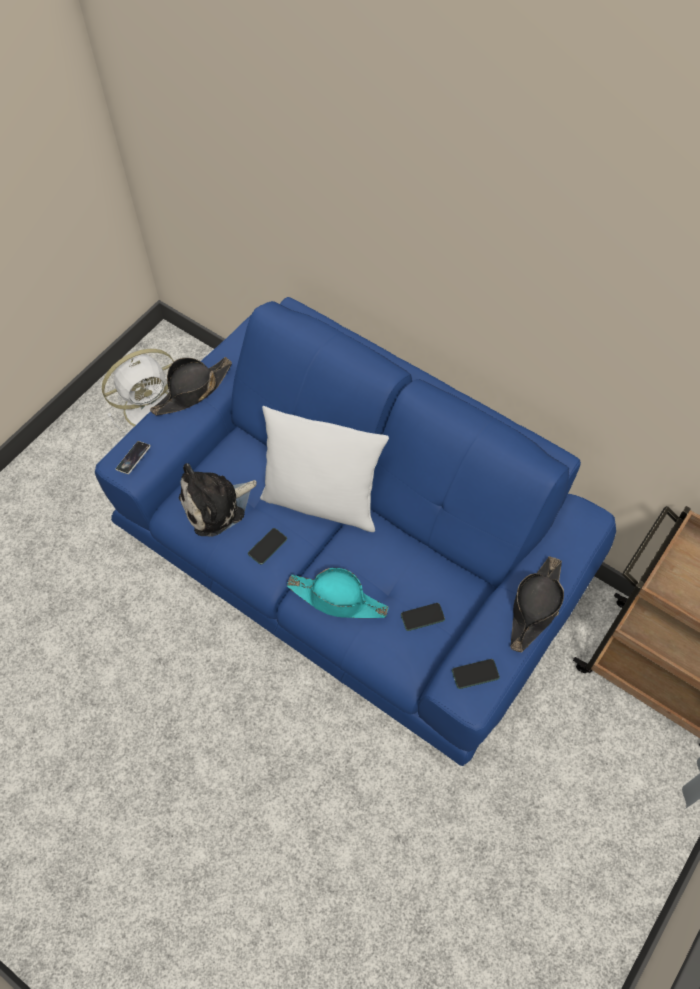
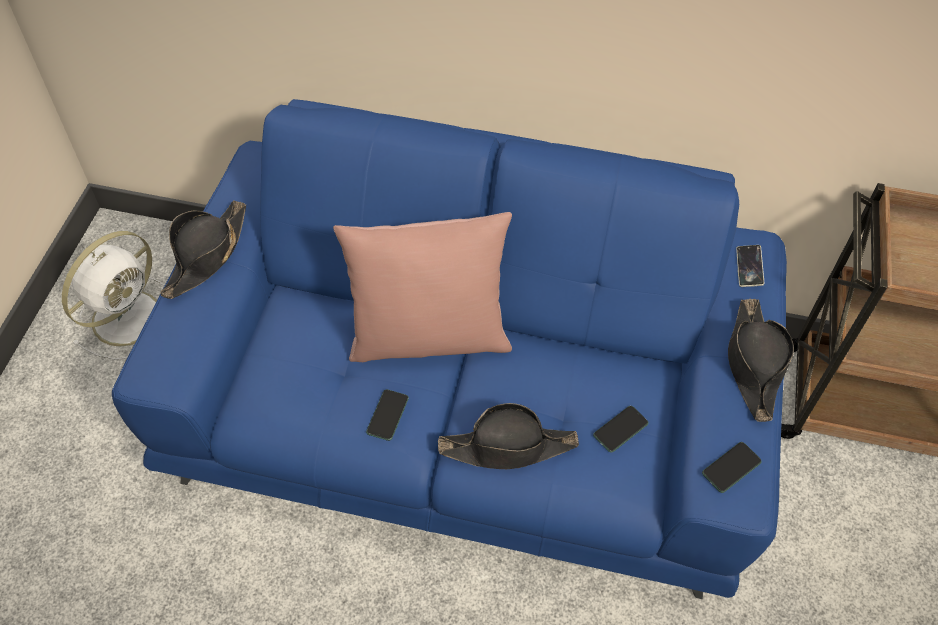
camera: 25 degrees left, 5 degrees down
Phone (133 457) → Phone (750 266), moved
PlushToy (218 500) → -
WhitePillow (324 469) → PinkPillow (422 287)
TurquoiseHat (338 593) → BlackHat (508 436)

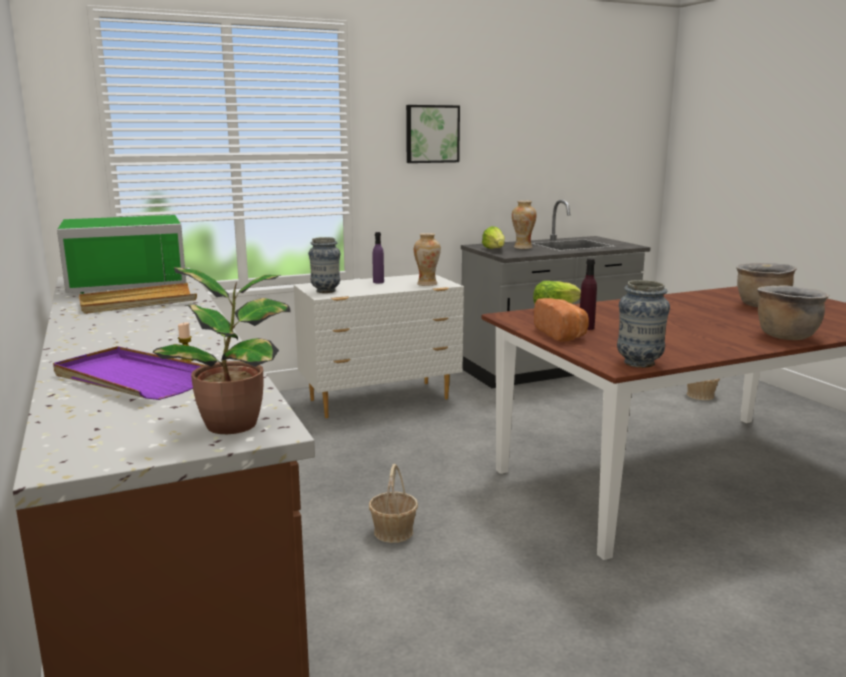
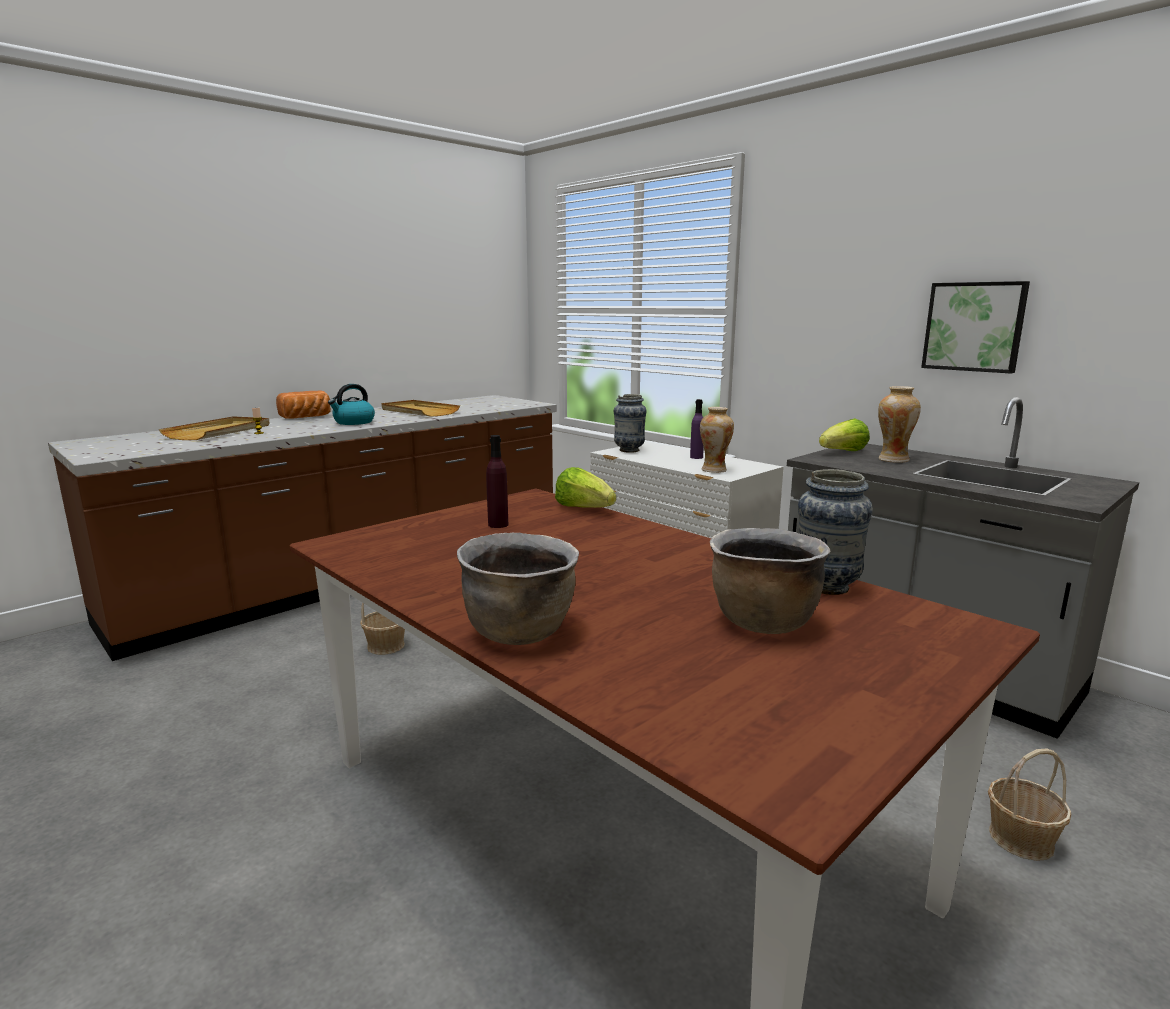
camera: 70 degrees right, 0 degrees up
PurpleTray (128 373) → BeigeTray (214 428)
GreenMicrowave (121 254) → -
PottedPlant (221 350) → -
Picture (433 134) → Picture (975 327), moved
Bread (561 320) → Bread (303 404), moved
Vase (643 324) → Vase (835 532), moved
- → Kettle (351 404)

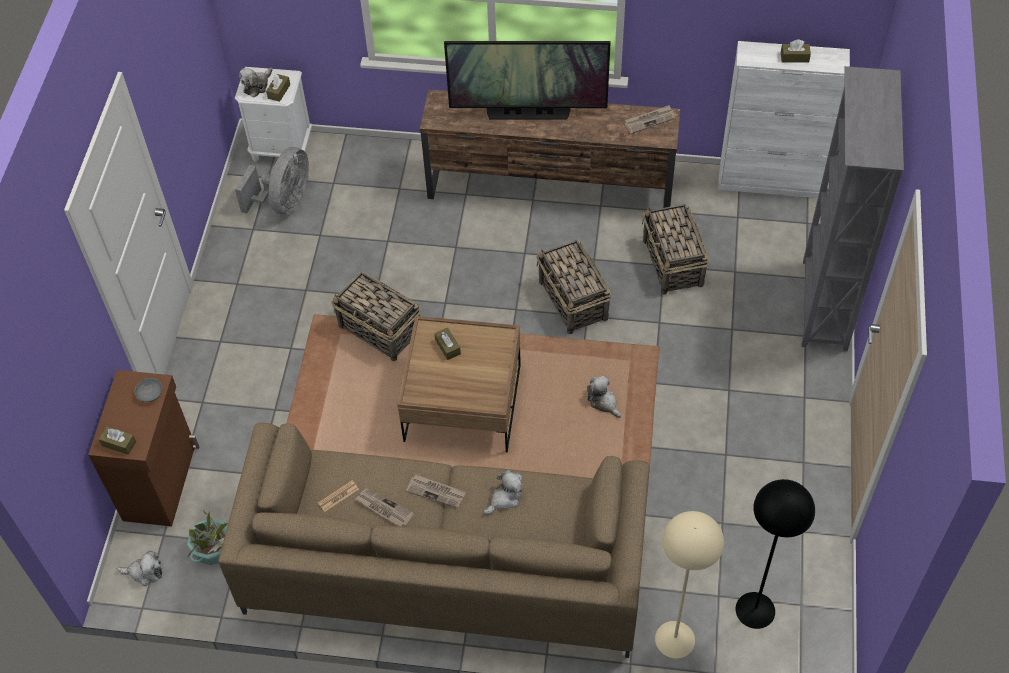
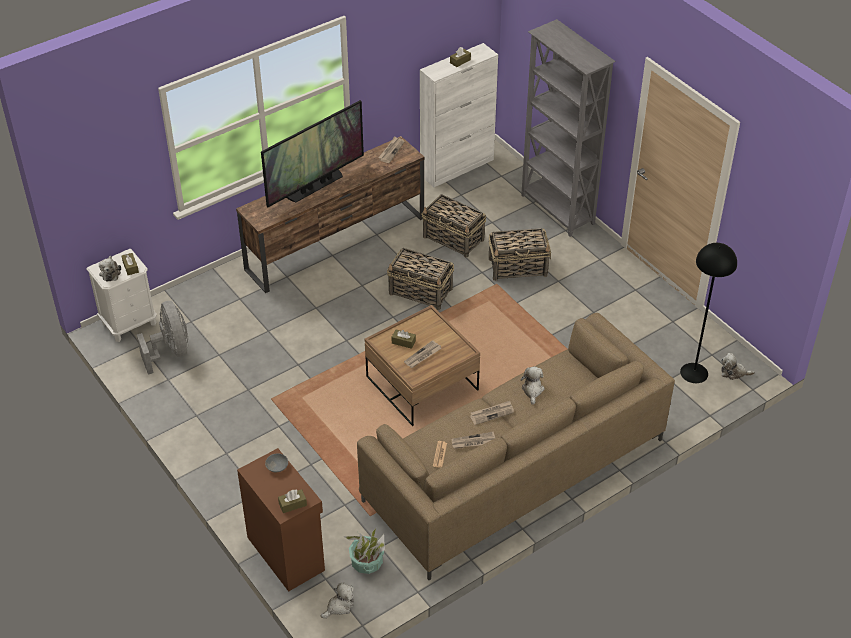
camera: 45 degrees left, 10 degrees down
Basket (375 316) → Basket (520 254), moved
PlushToy (604 397) → PlushToy (738 366), moved
BeigeFloorLamp (689 585) → -
- → Newspaper (423 354)

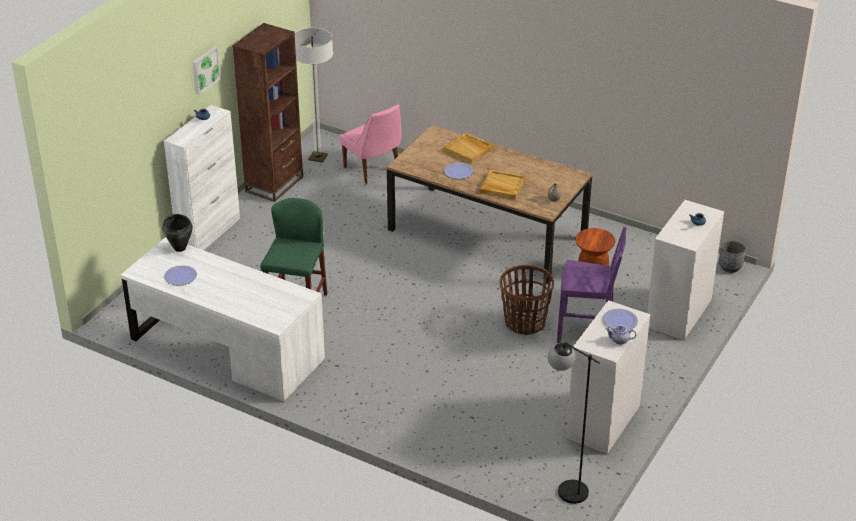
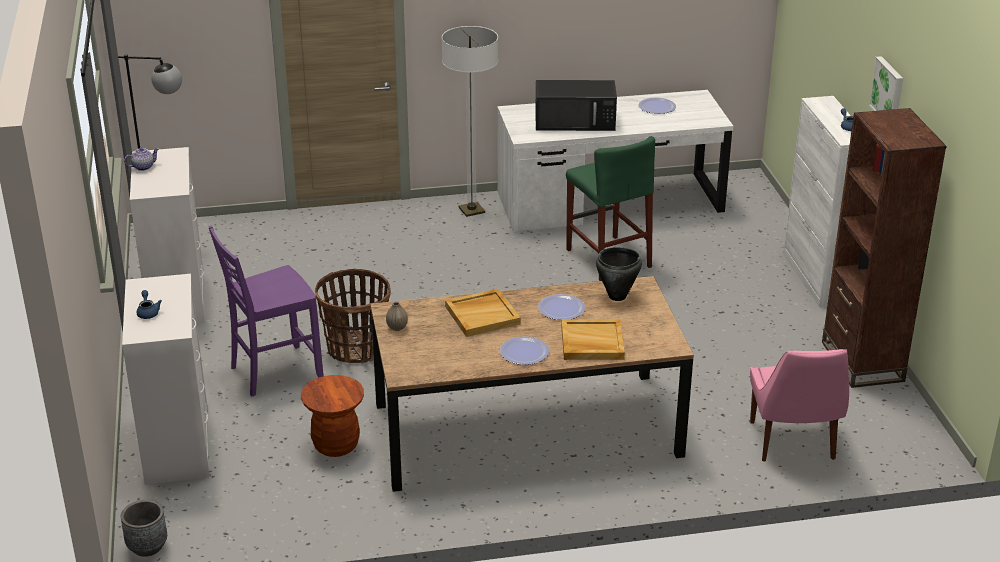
camera: 140 degrees right, 5 degrees down
BlackCookingPot (177 233) → BlackCookingPot (619 274), moved
FloorLamp (314 95) → FloorLamp (470 121), moved
PinkChair (370 144) → PinkChair (799 405), 105 degrees counterclockwise
Plate (620 319) → Plate (524 350), moved
- → BlackMicrowave (576 105)

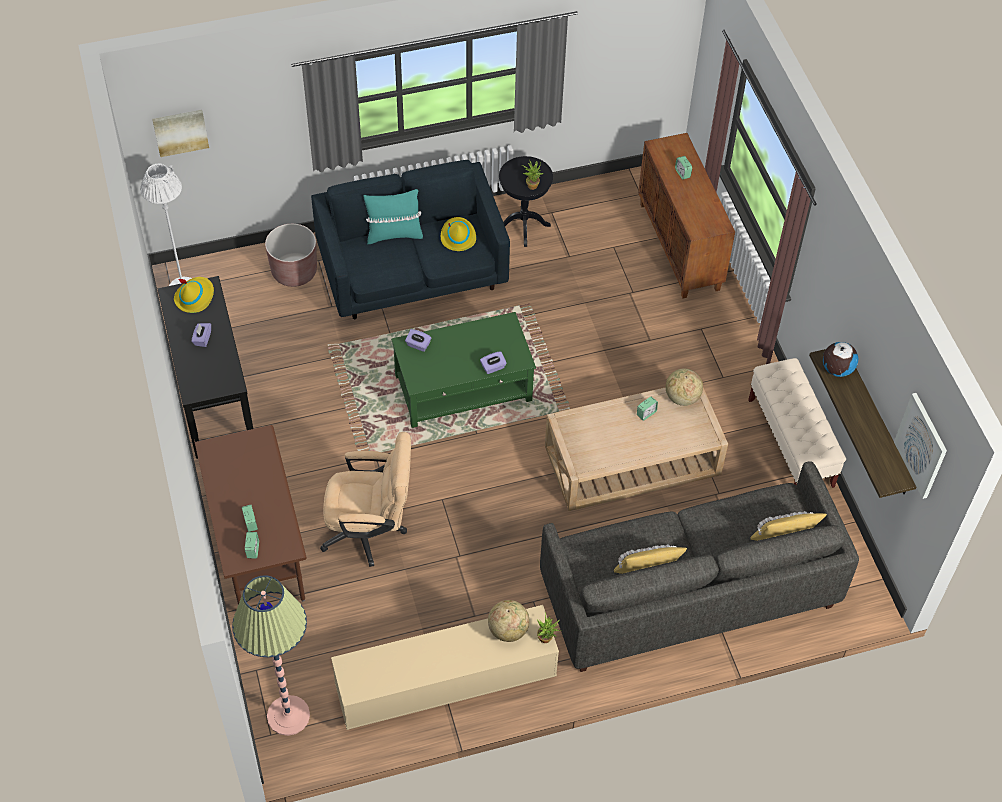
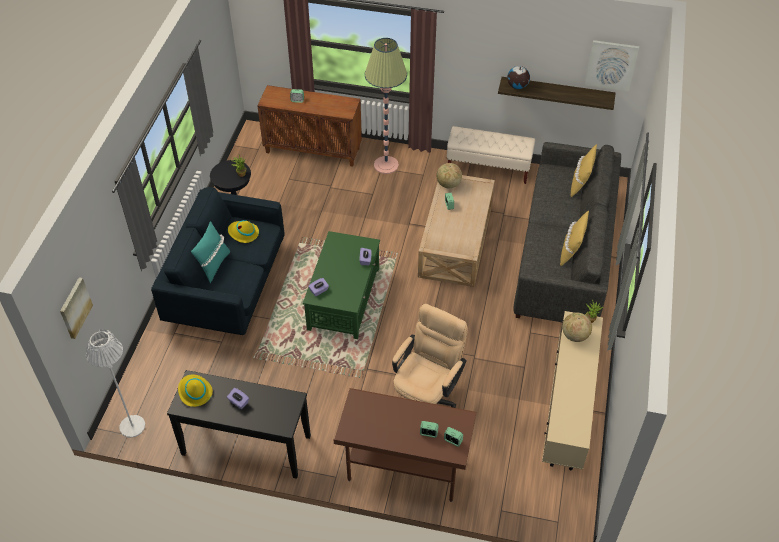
camera: 60 degrees left, 5 degrees down
FloorLamp (271 655) → FloorLamp (386 106), moved
BrownPlanter (291 255) → -

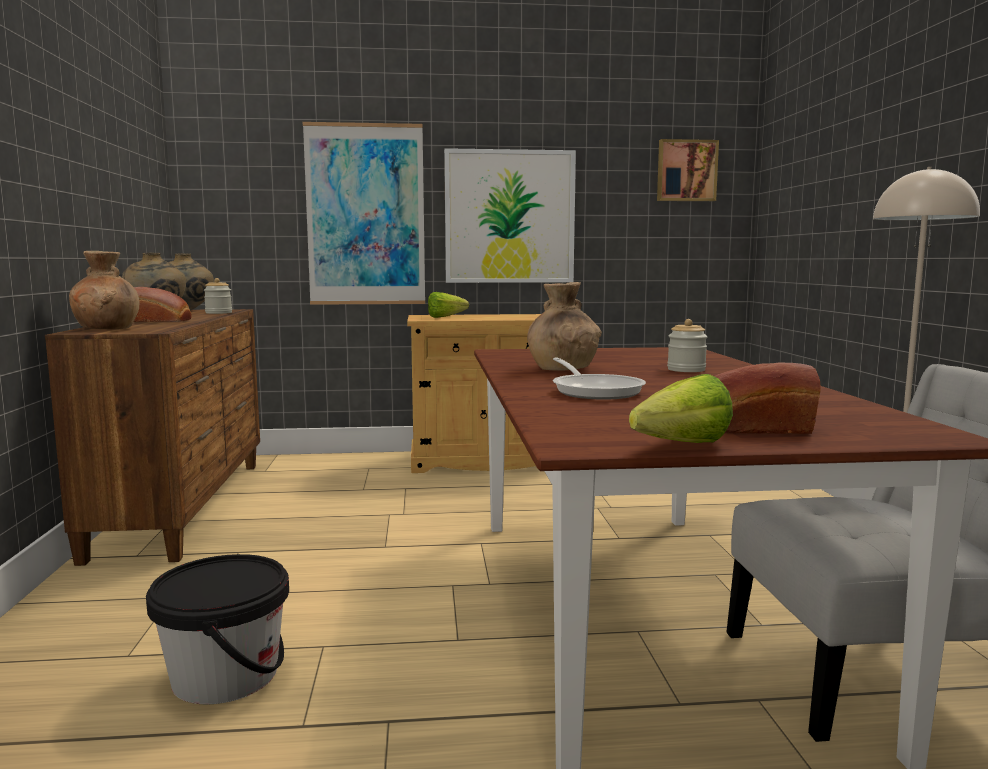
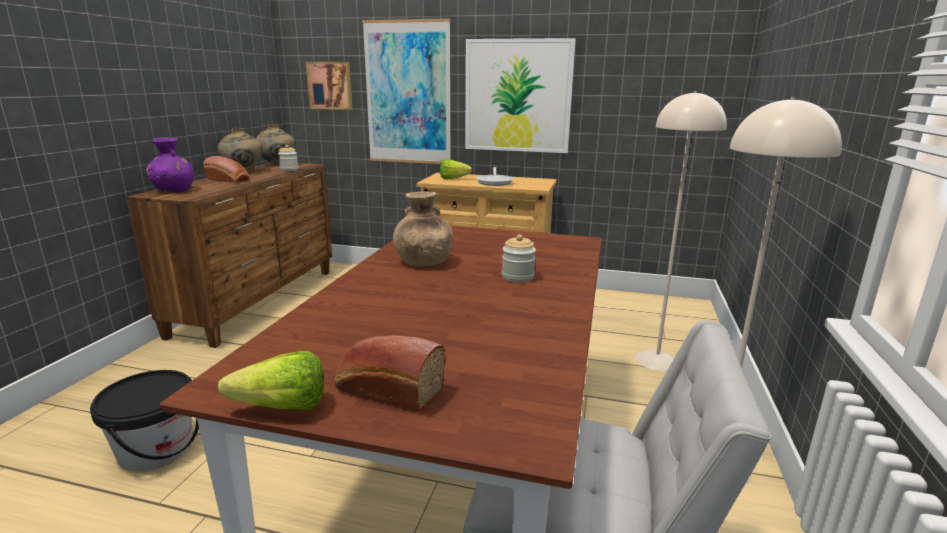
camera: 20 degrees right, 10 degrees up
BrownVase (104 290) → PurpleVase (170 165)
FryingPan (599 378) → FryingPan (495 176), moved
Picture (688 170) → Picture (329 85), moved
- → BeigeFloorLamp (681 231)

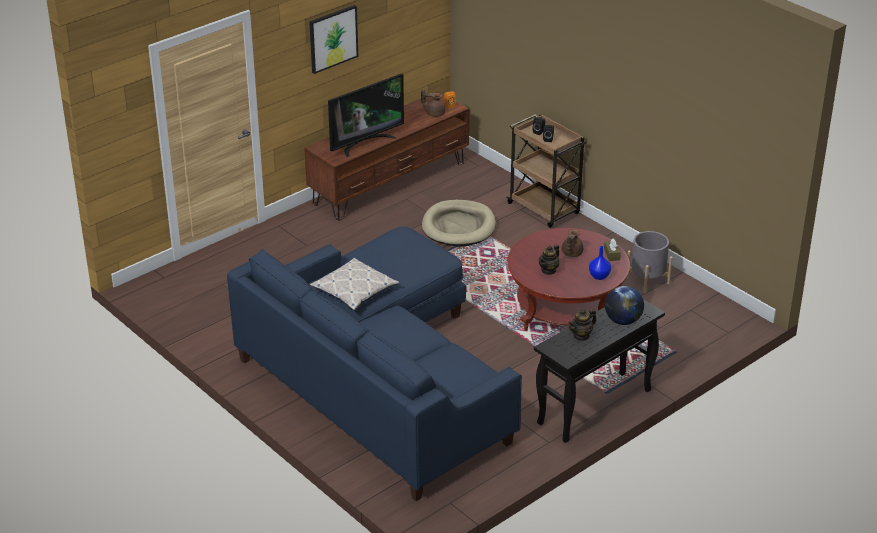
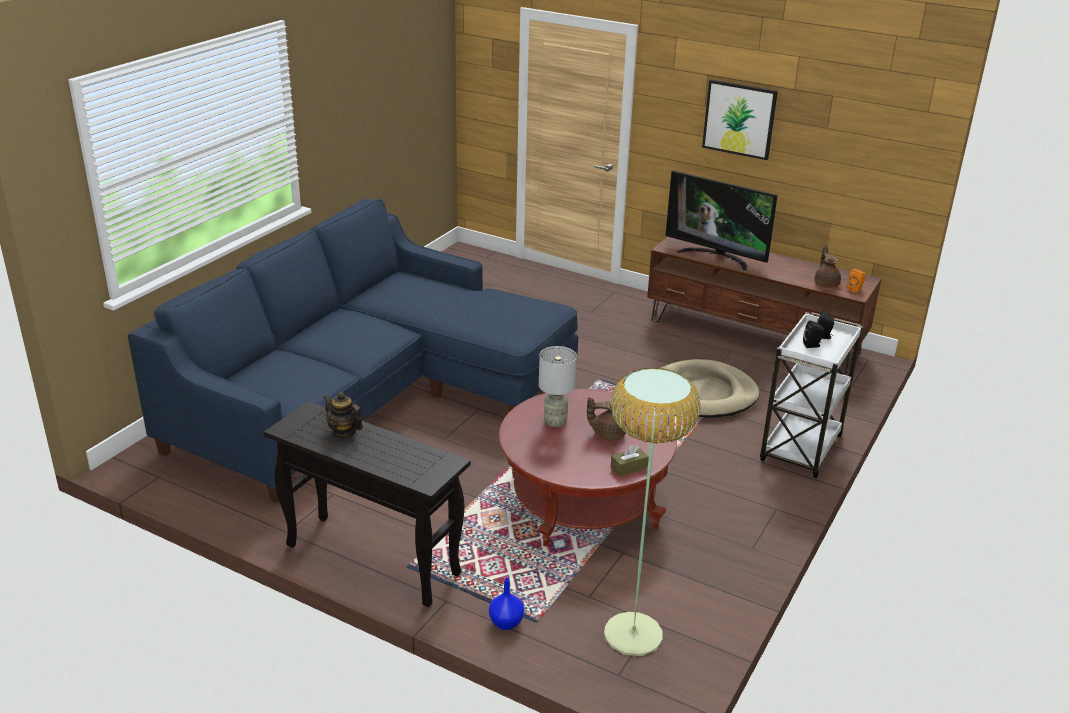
camera: 70 degrees right, 5 degrees down
Pillow (354 284) → -
BrownCart (546 171) → WhiteCart (811 395)
Teapot (549 260) → GreyTableLamp (558 386)
BlueVase (600 263) → BlueVase (506 604), moved
Globe (624 305) → -
GreyPlanter (650 262) → -
- → FloorLamp (652 512)

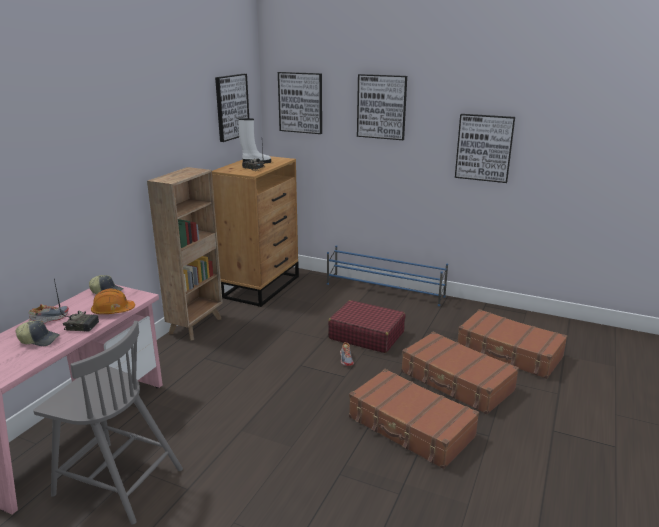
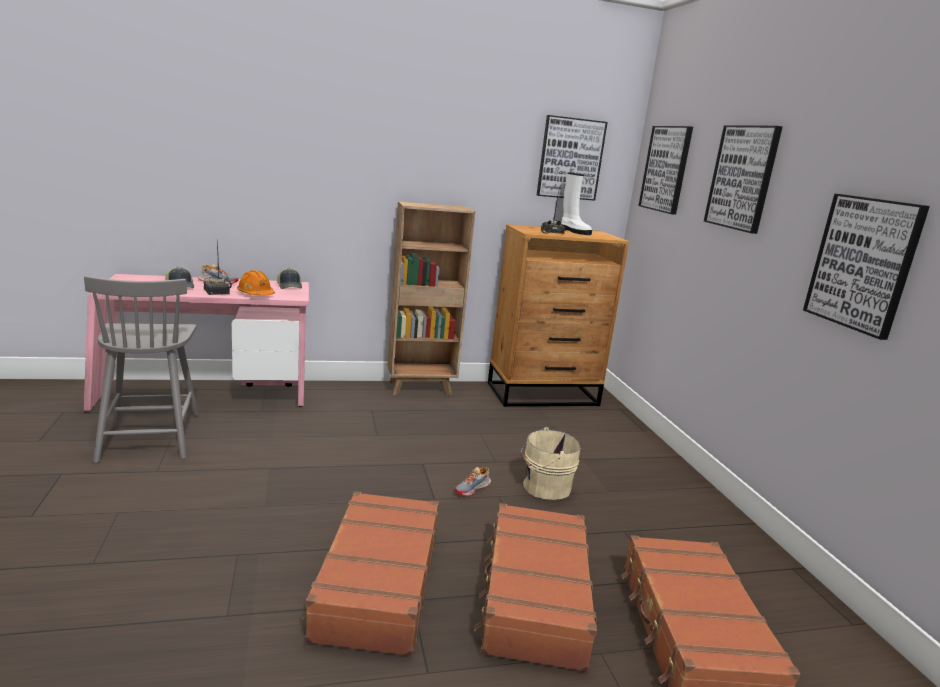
camera: 50 degrees right, 5 degrees down
BlueShoeRack (387 275) → -
RedSuitcase (367 326) → BeigeBucket (551 463)

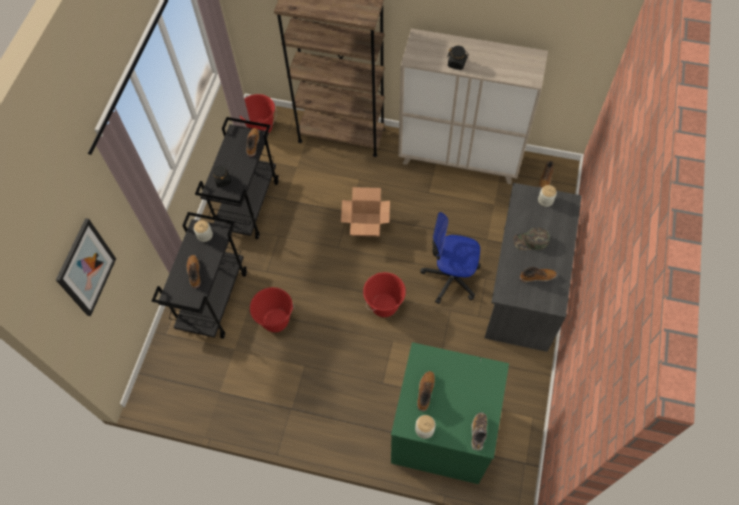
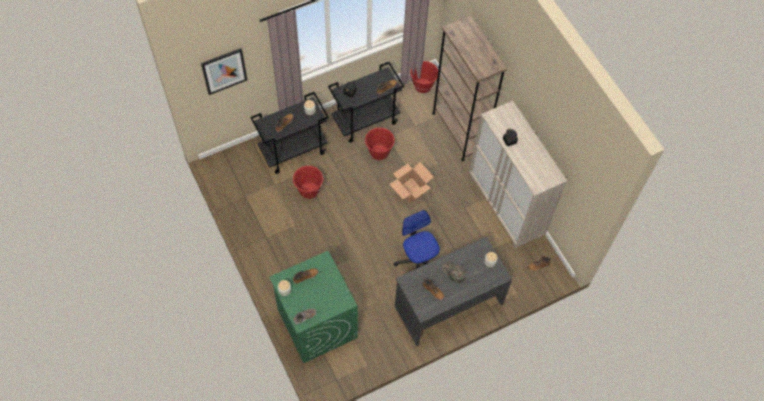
camera: 45 degrees right, 0 degrees up
RedBucket (384 294) → RedBucket (379 143), moved

